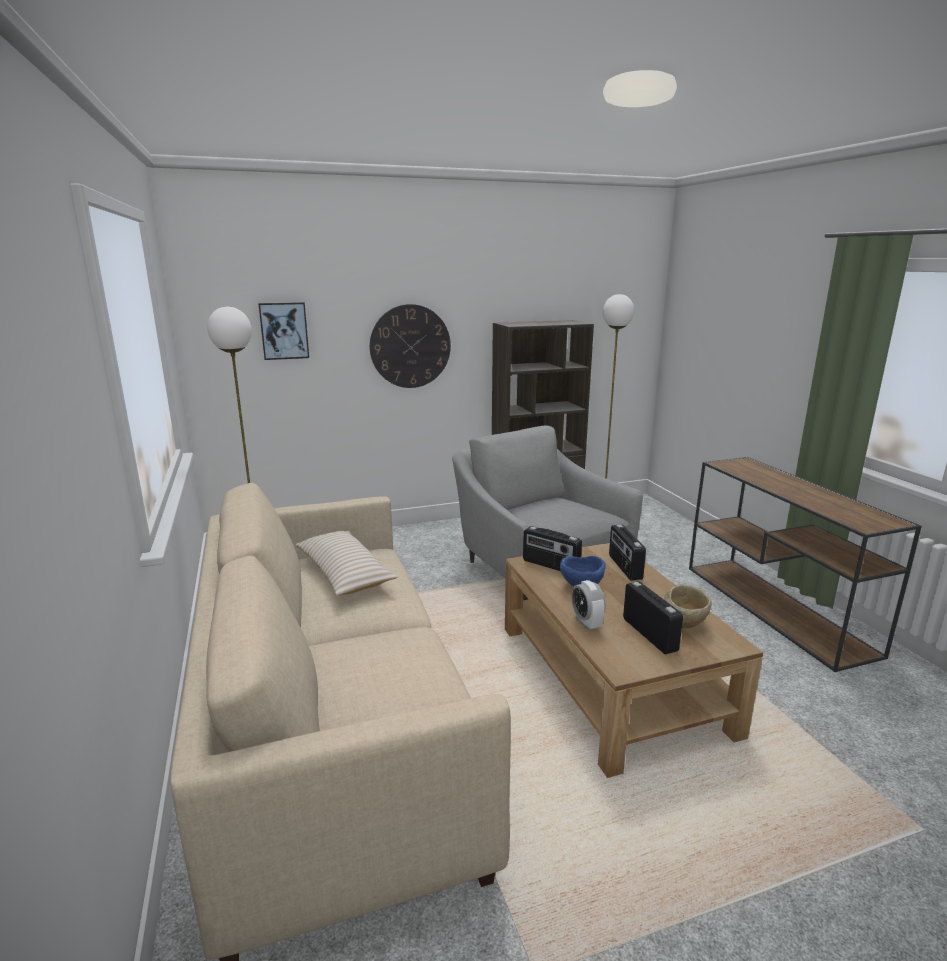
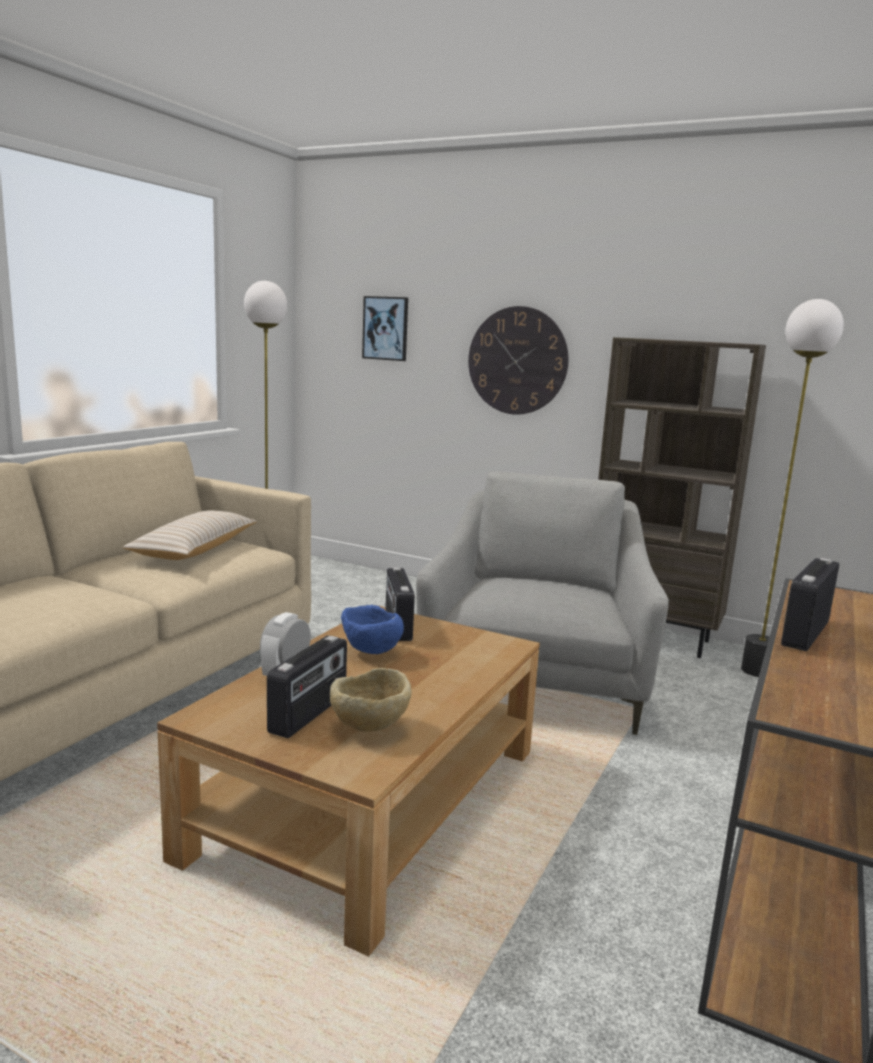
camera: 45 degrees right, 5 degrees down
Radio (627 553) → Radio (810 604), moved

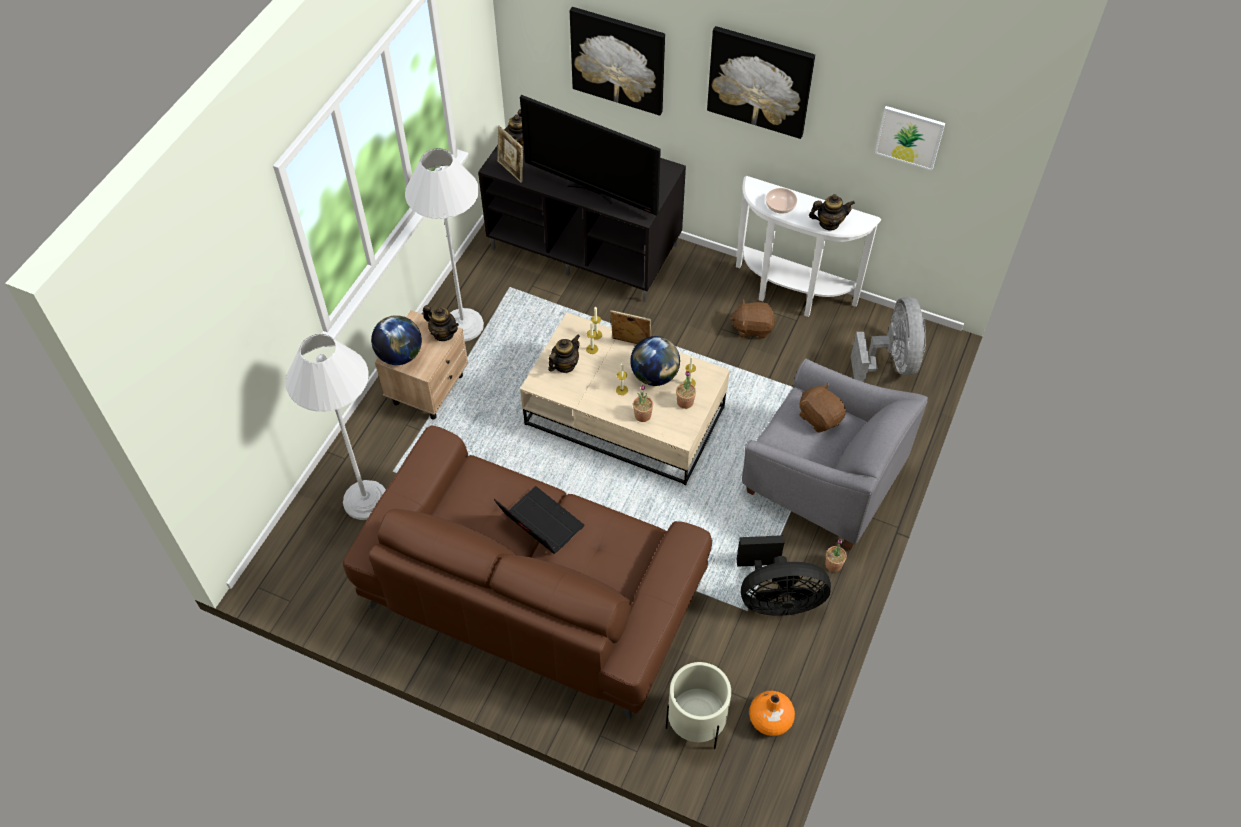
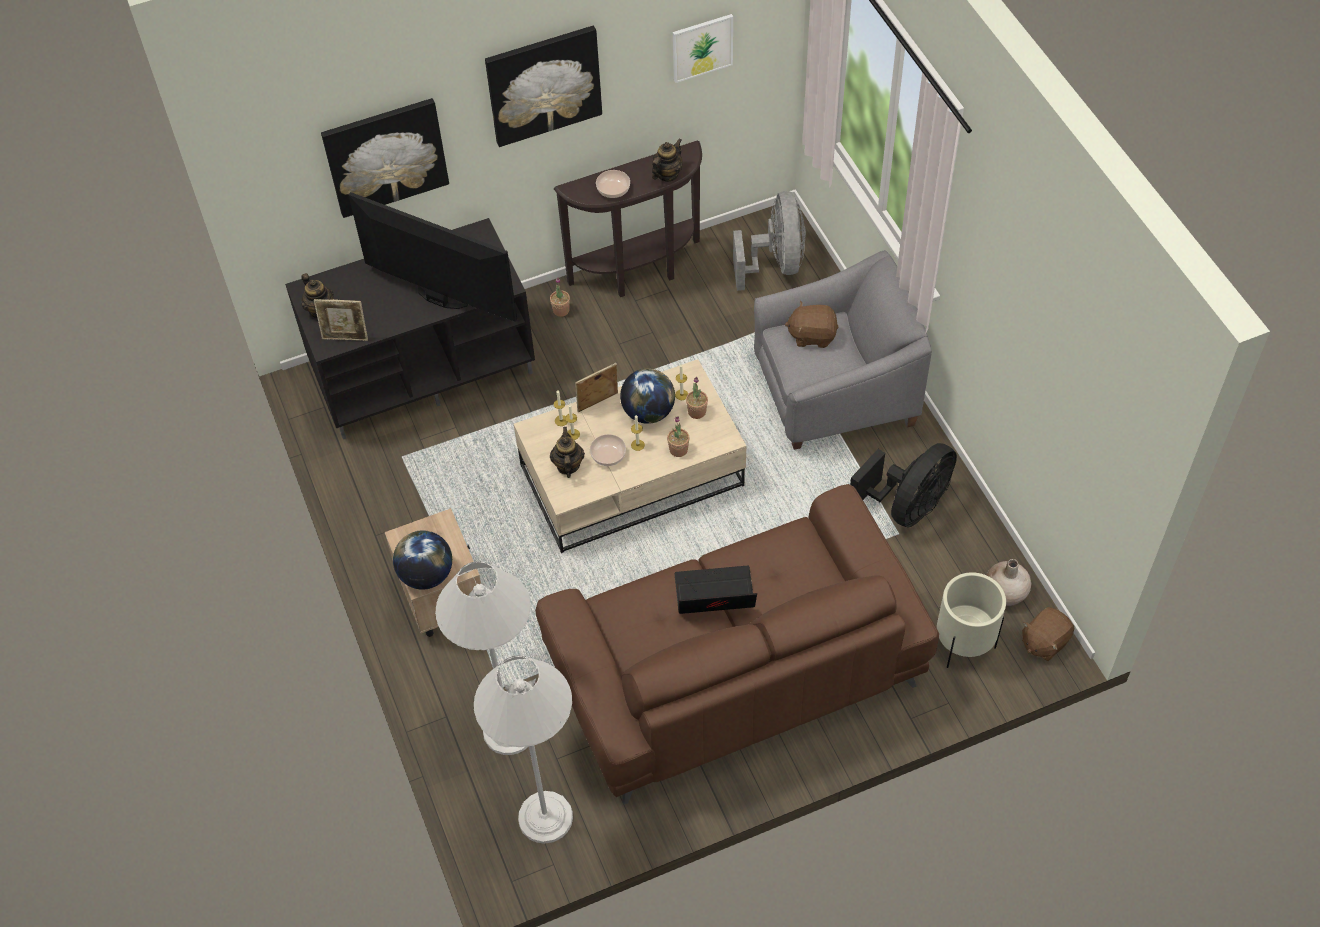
camera: 45 degrees left, 0 degrees up
WhiteFloorLamp (444 245) → WhiteFloorLamp (523 749), moved
Teapot (441 323) → -
Television (590 155) → Television (433 256), 135 degrees counterclockwise
BrownPlushToy (752 319) → BrownPlushToy (1048 634), moved
WhiteConsoleTable (808 246) → BrownConsoleTable (628 219)
OrangeVase (772 713) → BeigeVase (1008 582)
PottedPlant (836 555) → PottedPlant (560 297), moved
GreyFan (888 339) → GreyFan (769 241), 45 degrees clockwise
- → Bowl (608 450)

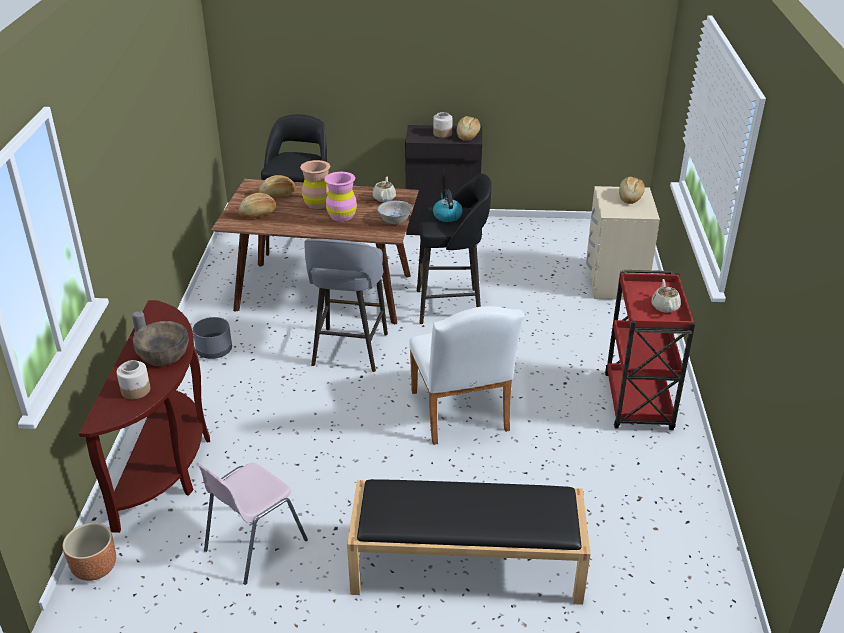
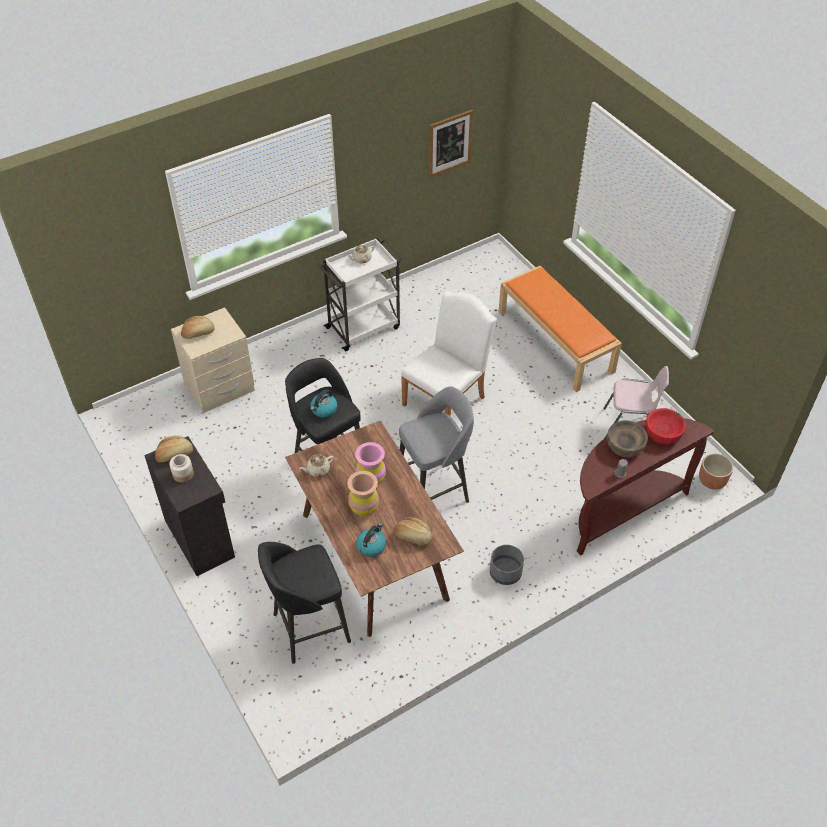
camera: 125 degrees left, 15 degrees up
Jar (133 379) → RedBowl (665 426)
Bread (277 187) → Kettle (371 540)
BlackBench (469 542) → OrangeBench (560 329)
WhiteBowl (394 212) → -
RedCart (650 350) → WhiteCart (361 294)
- → Picture (451 144)

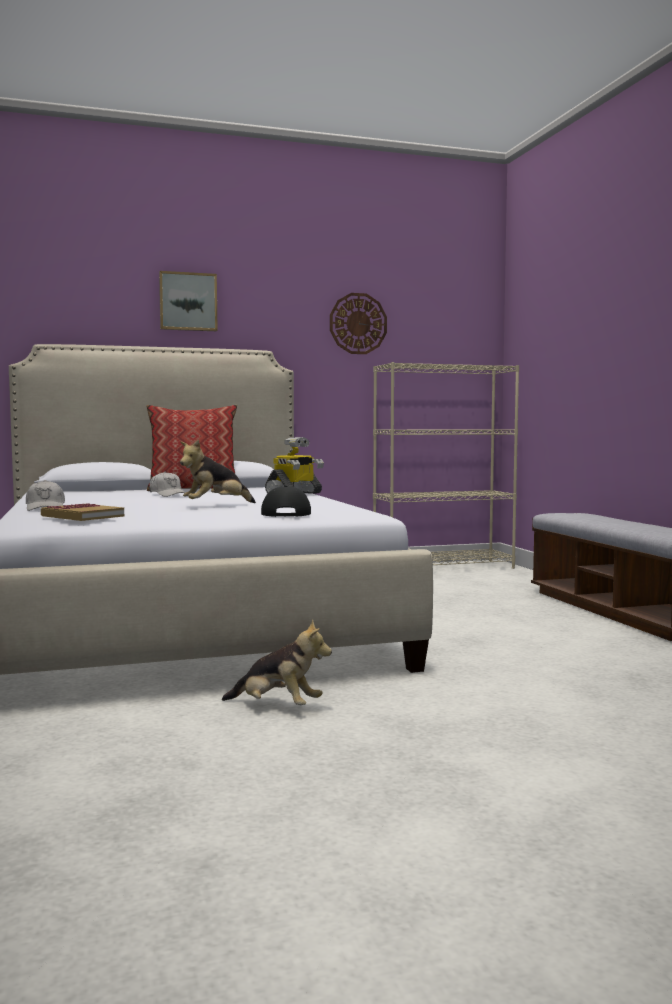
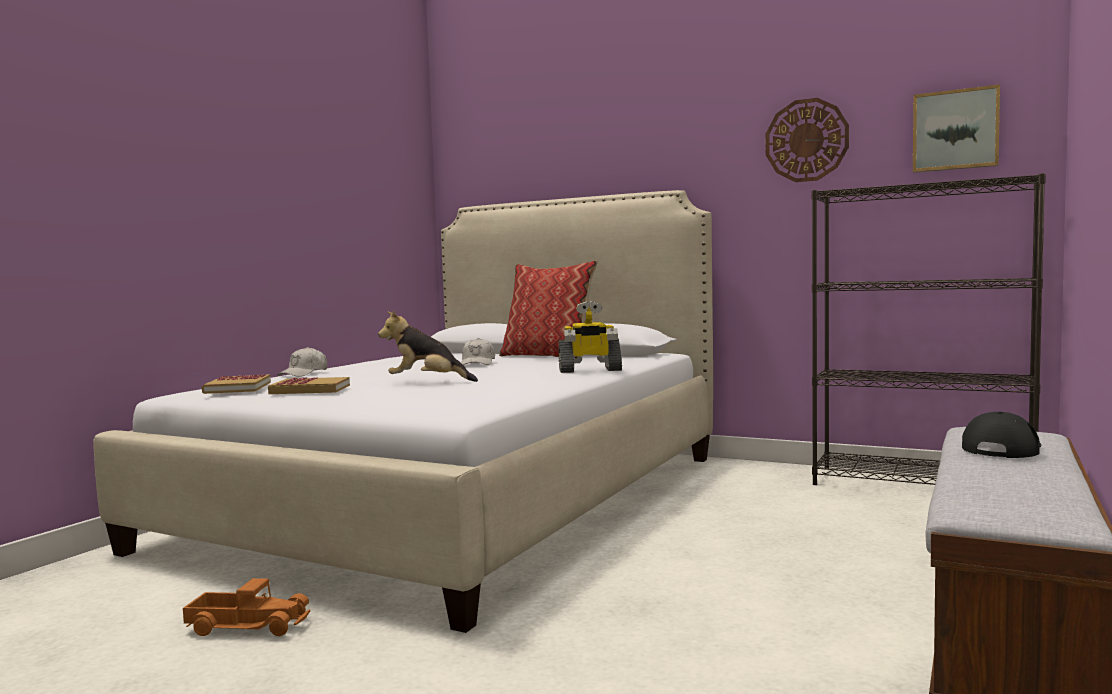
camera: 45 degrees right, 0 degrees up
Picture (188 301) → Picture (956 128), moved
PlushToy (277 662) → ToyTruck (246 607)
BlackCap (286 501) → BlackCap (1001 435), moved
BeigeBookcase (446 465) → BlackBookcase (929 329)
- → Book (309 385)

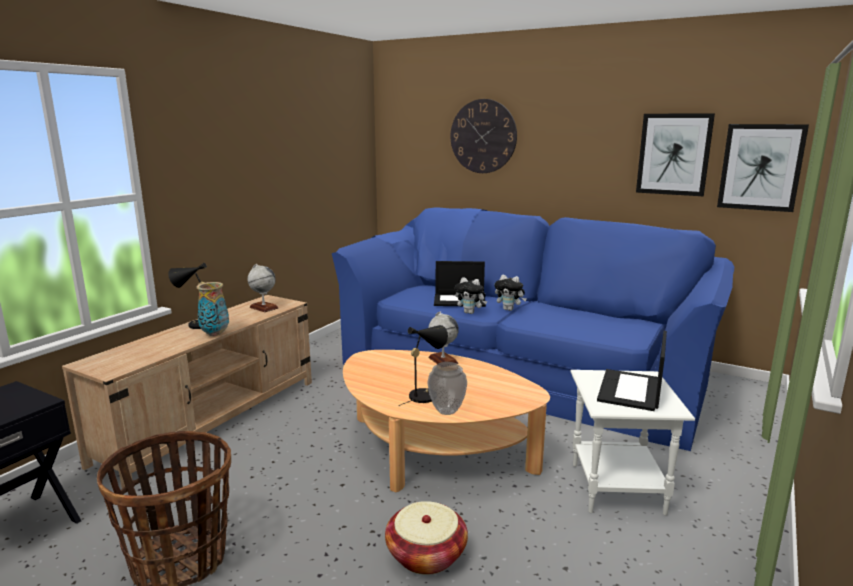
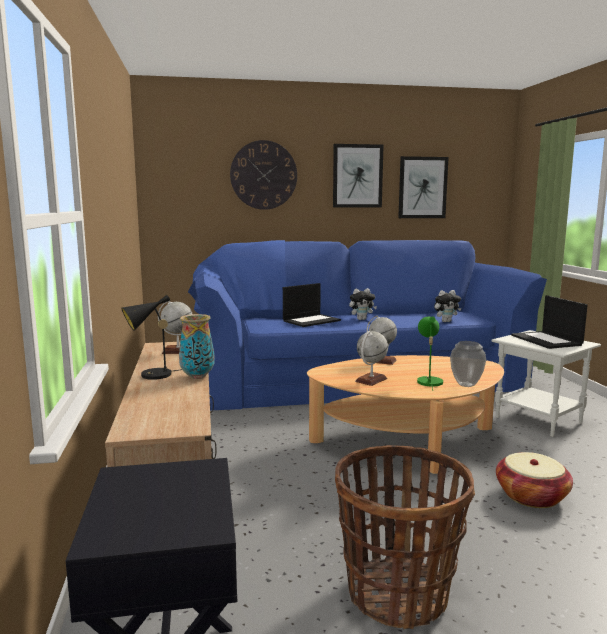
camera: 40 degrees left, 5 degrees down
BlackTableLamp (423 365) → GreenTableLamp (430 353)
PlushToy (471 295) → PlushToy (447 306), moved
Picture (763 168) → Picture (358 176), moved
- → Globe (371 358)

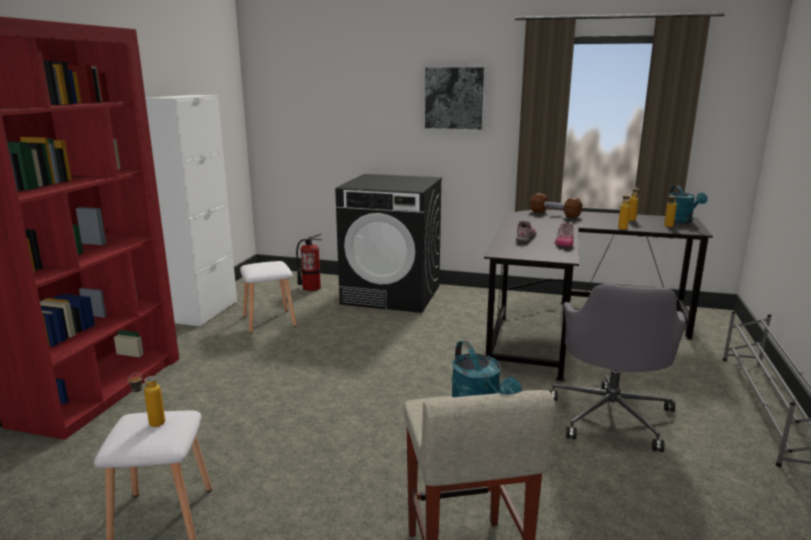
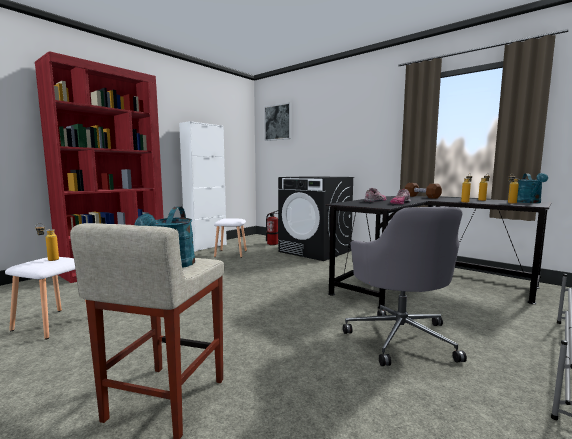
camera: 25 degrees right, 10 degrees down
Picture (454 98) → Picture (278 121), moved
GreyOfficeChair (617 368) → GreyOfficeChair (405 286), 45 degrees counterclockwise

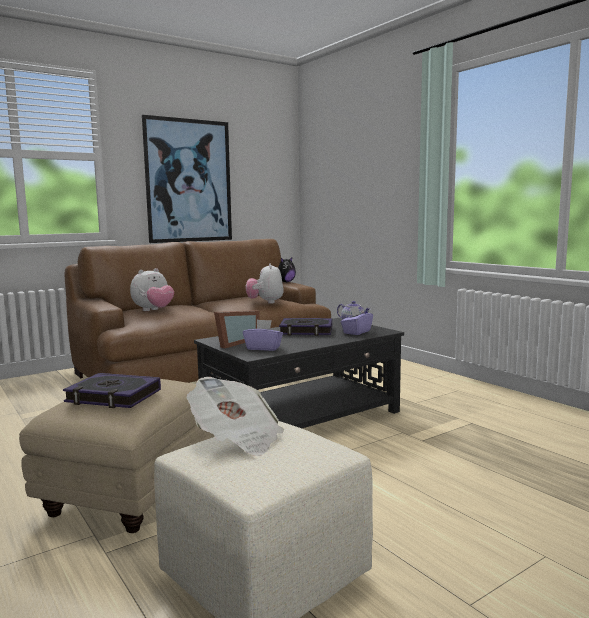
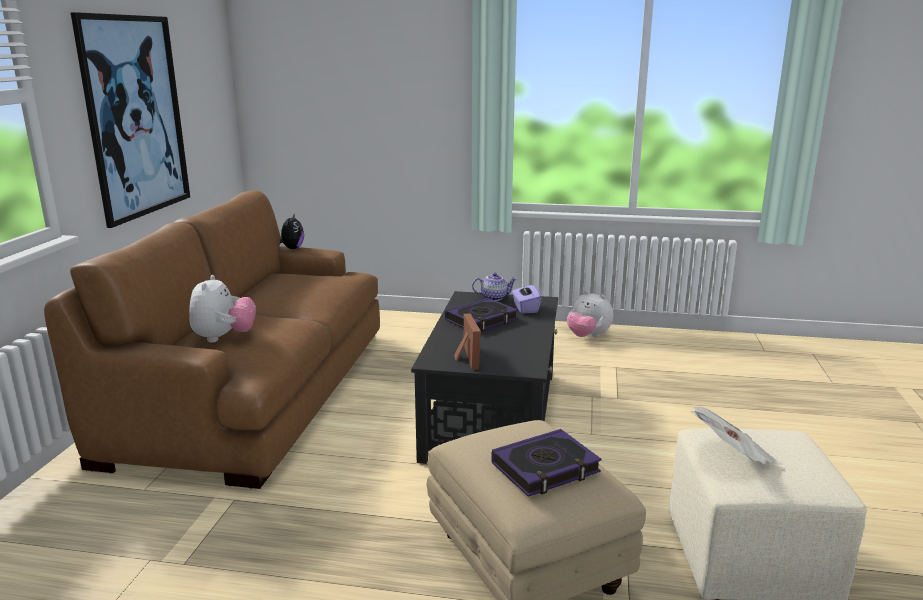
camera: 45 degrees left, 10 degrees up
PurpleTissueBox (263 335) → -
PlushToy (265 283) → PlushToy (590 314), moved

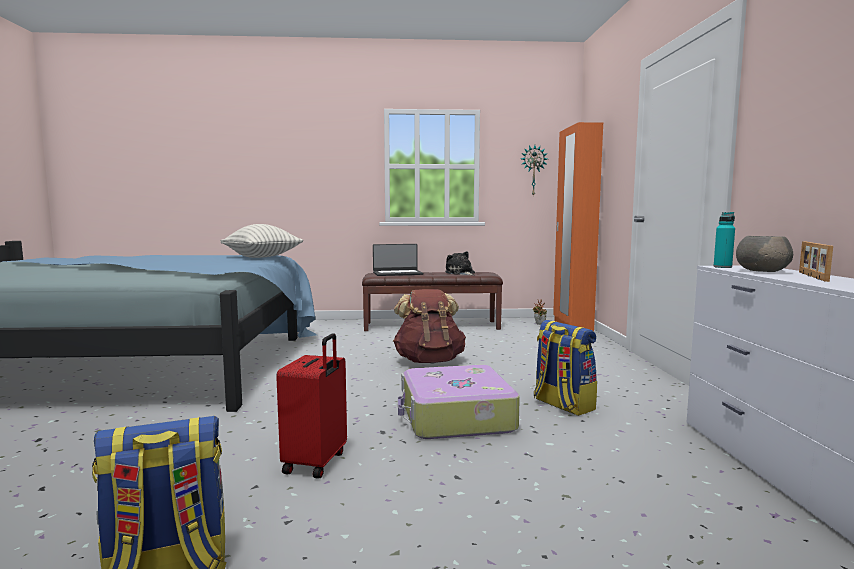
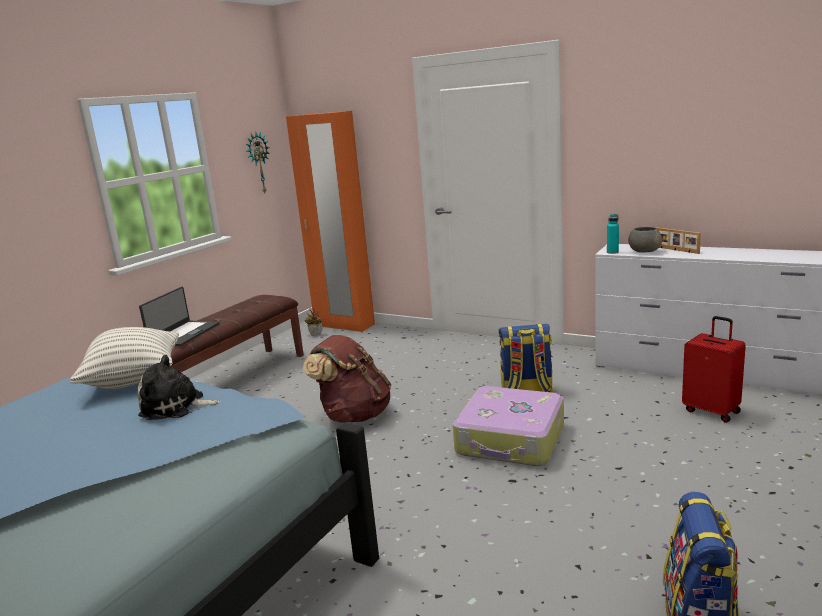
camera: 55 degrees left, 10 degrees up
RedSuitcase (311 406) → RedSuitcase (714 369), moved
PlushToy (460 263) → PlushToy (179 387), moved

